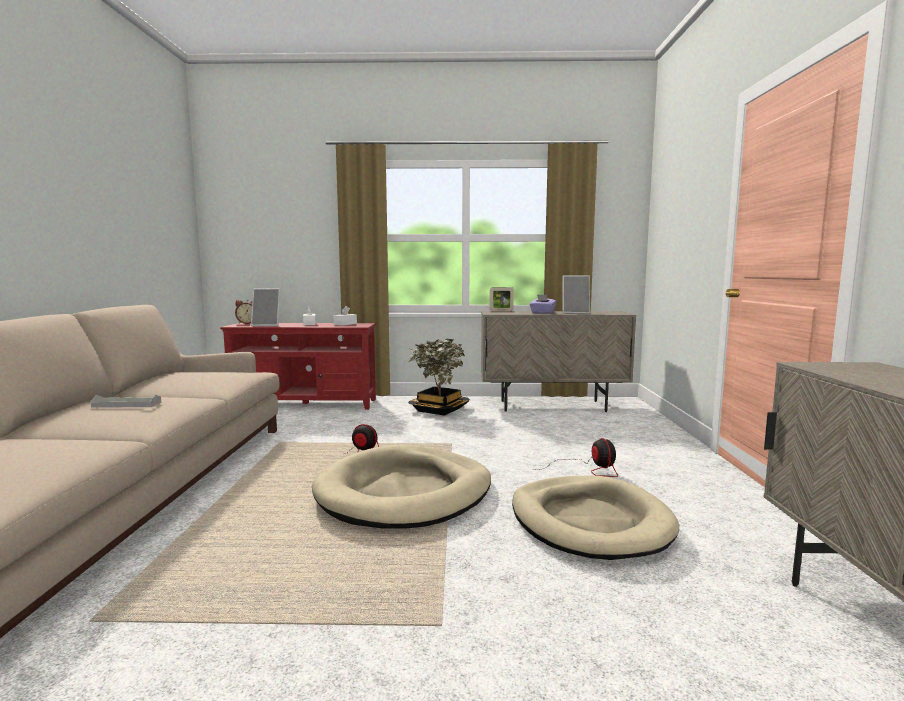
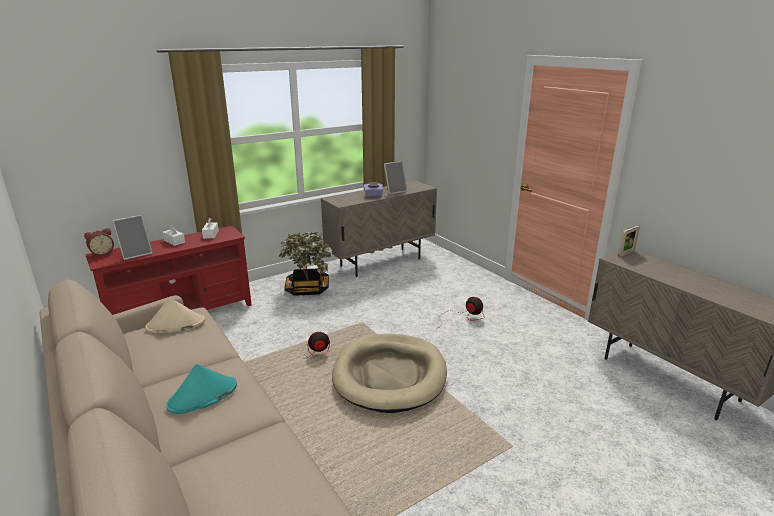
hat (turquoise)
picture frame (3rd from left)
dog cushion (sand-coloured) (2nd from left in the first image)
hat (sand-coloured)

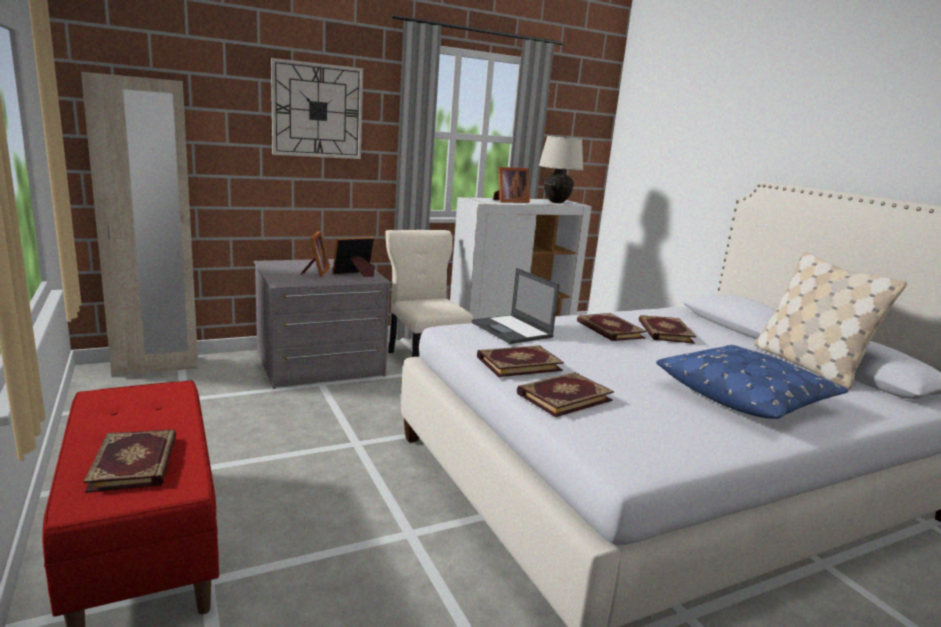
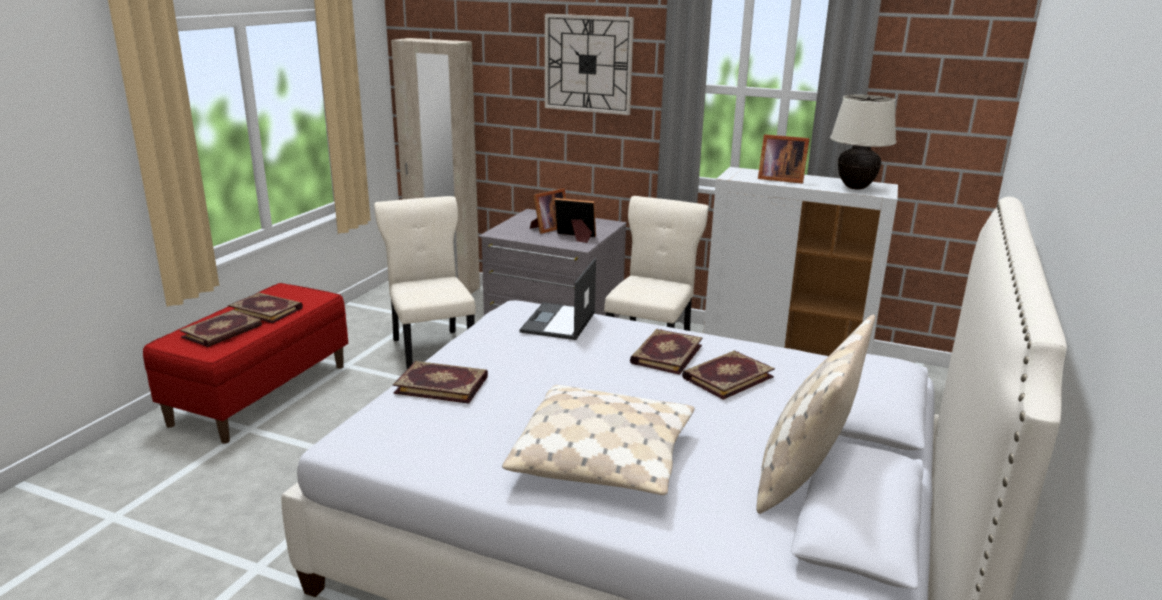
volume (2nd from left)
throw pillow (sand-coloured) (1st from left)
chair (sand-coloured) (1st from left)

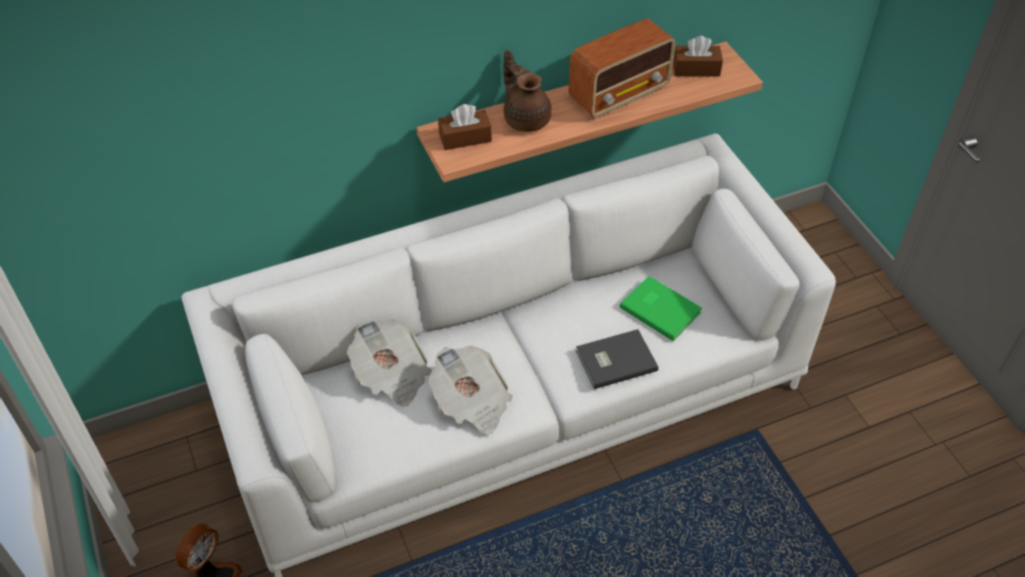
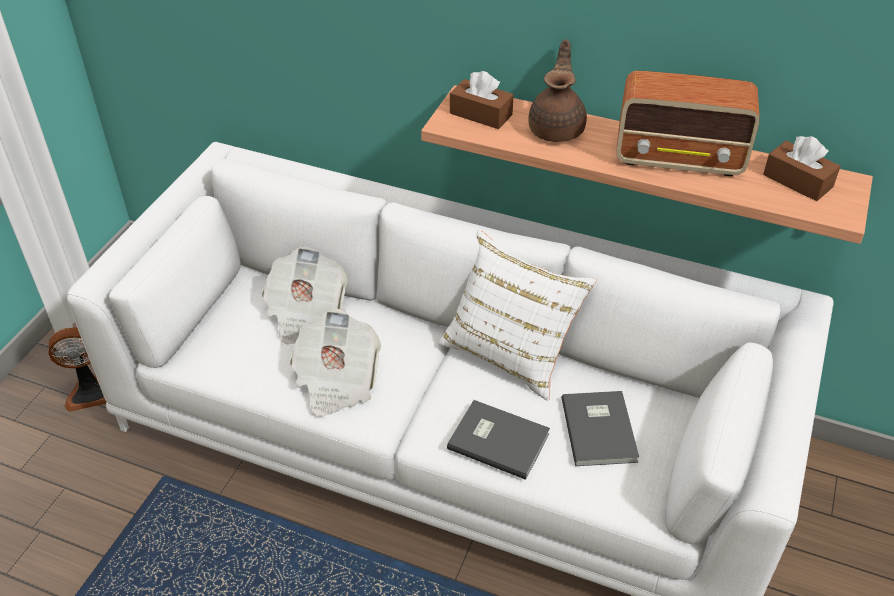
volume (grey) (2nd from left)
throw pillow (white)

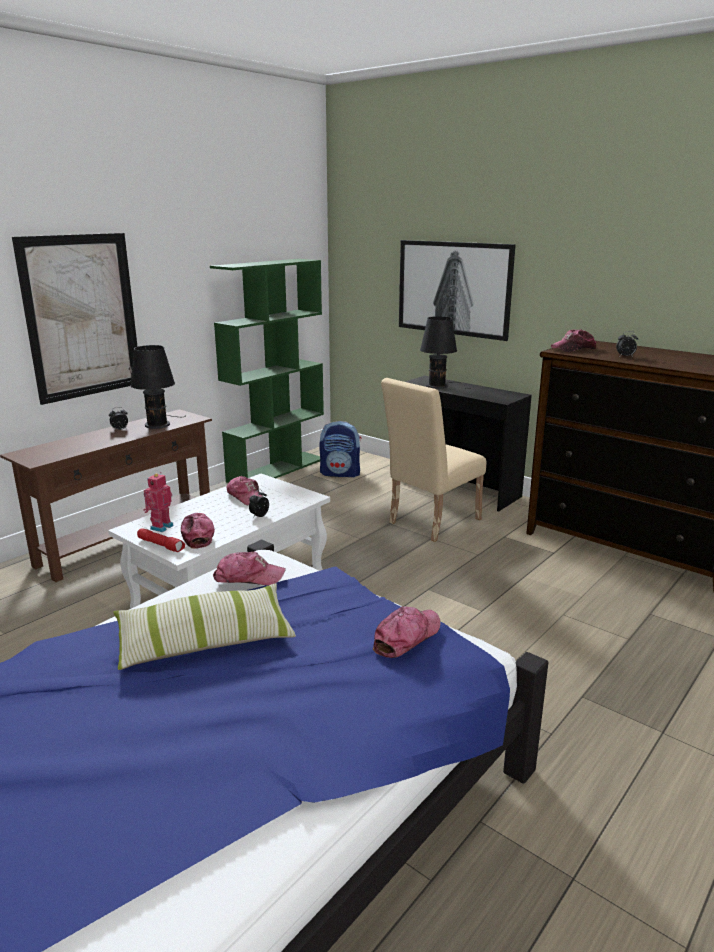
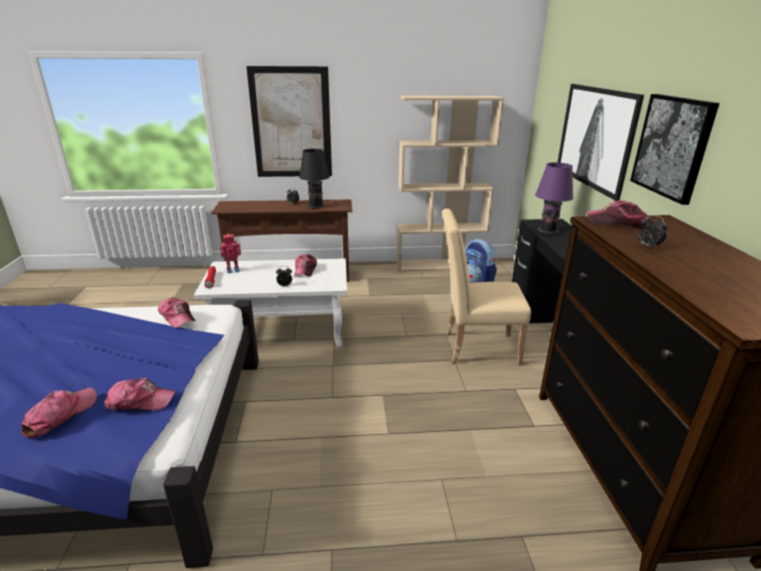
throw pillow
baseball cap (1st from left)
bookcase (sand-coloured)
lamp for a table (purplish)
wall picture (3rd from left)

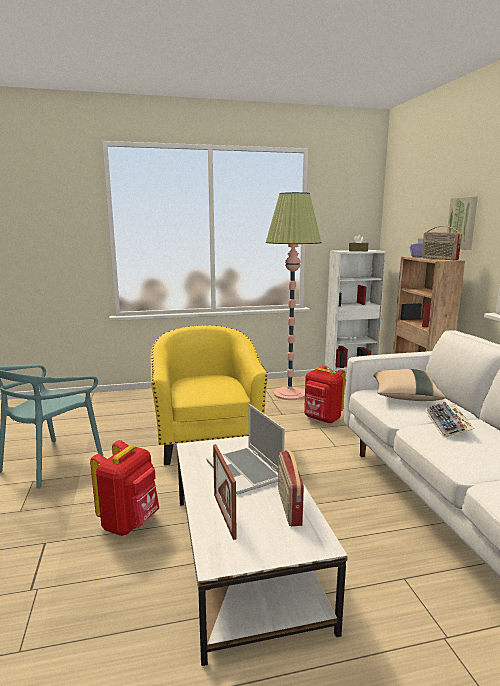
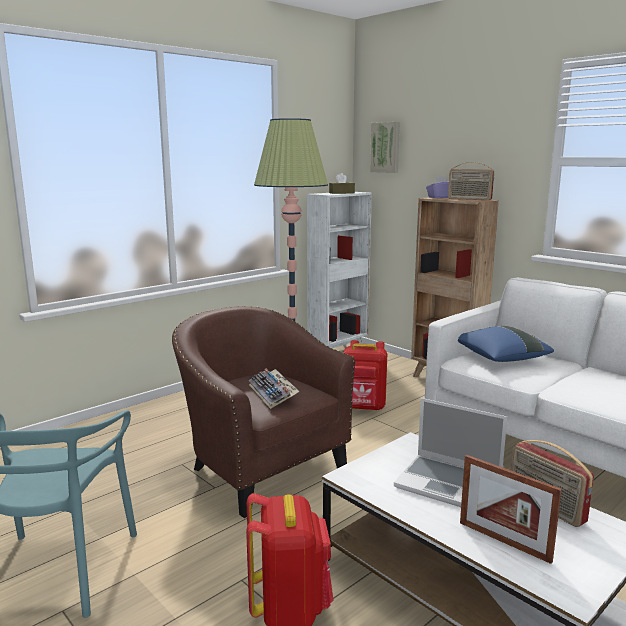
lounge chair (brown)
throw pillow (bluish)
computer keyboard
wall picture

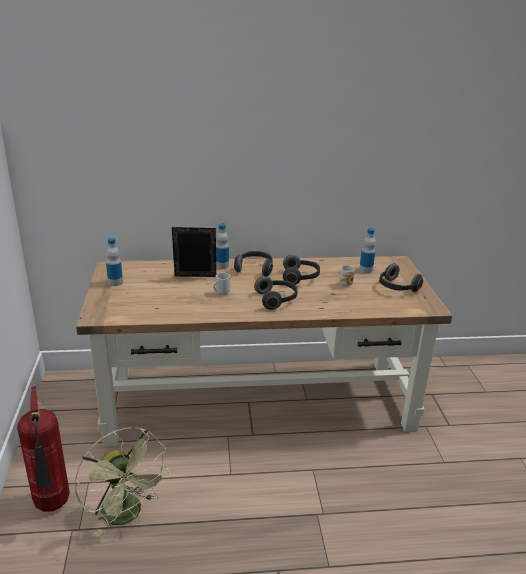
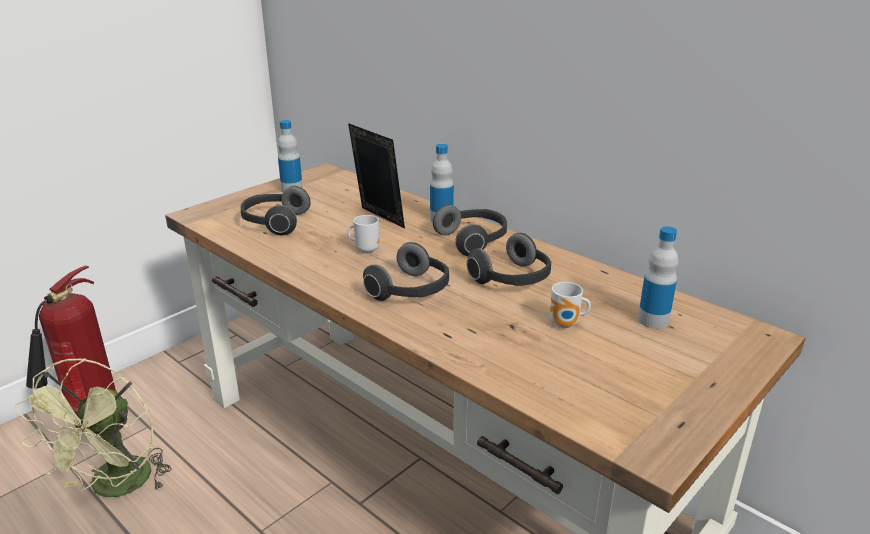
pair of headphones (1st from left)

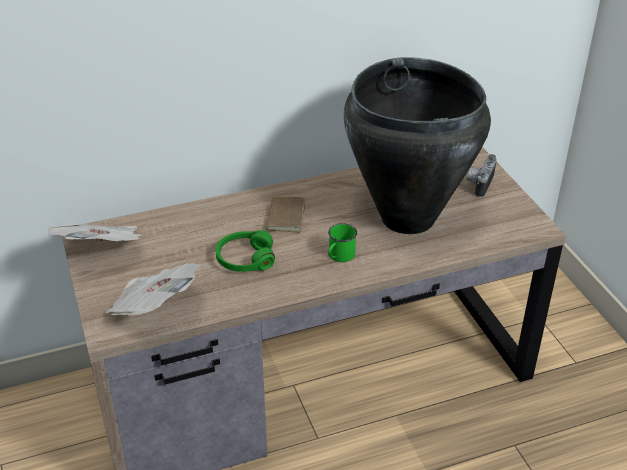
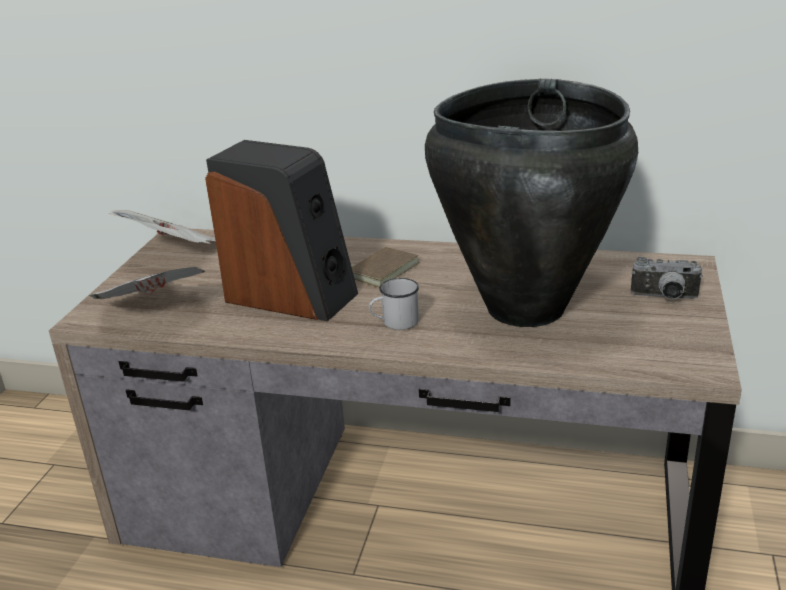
loudspeaker
tea mug (white)
still camera

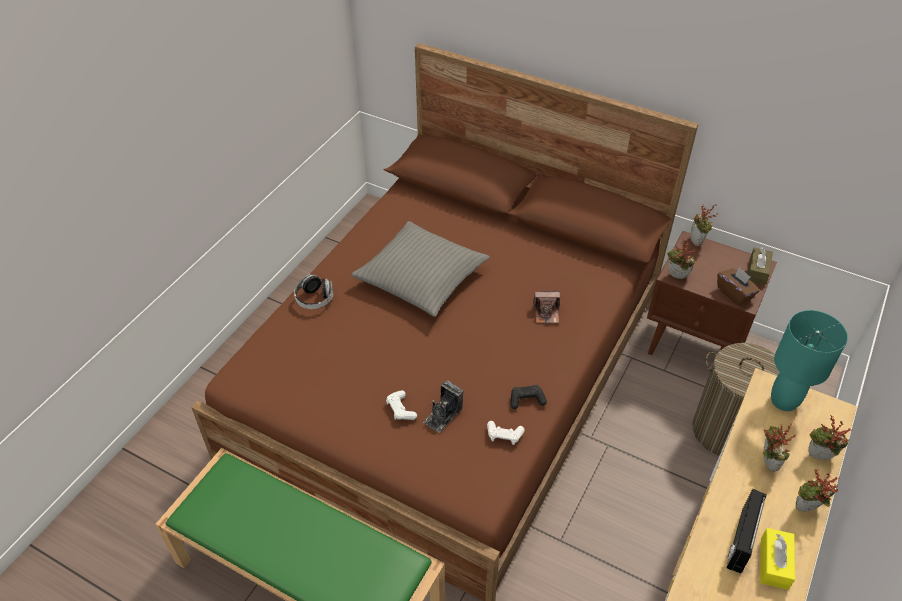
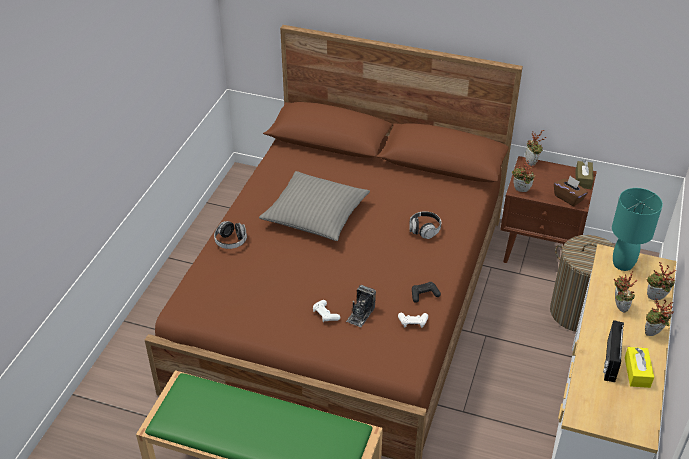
pair of headphones (2nd from left)

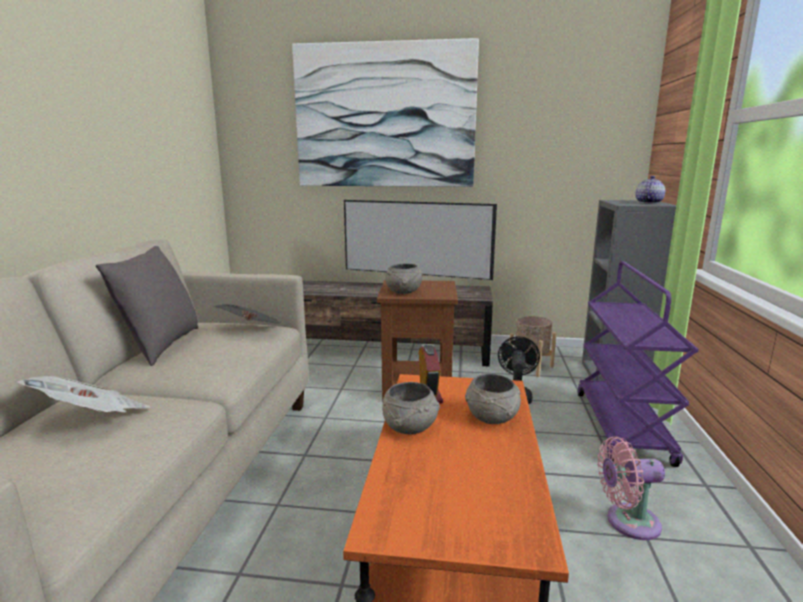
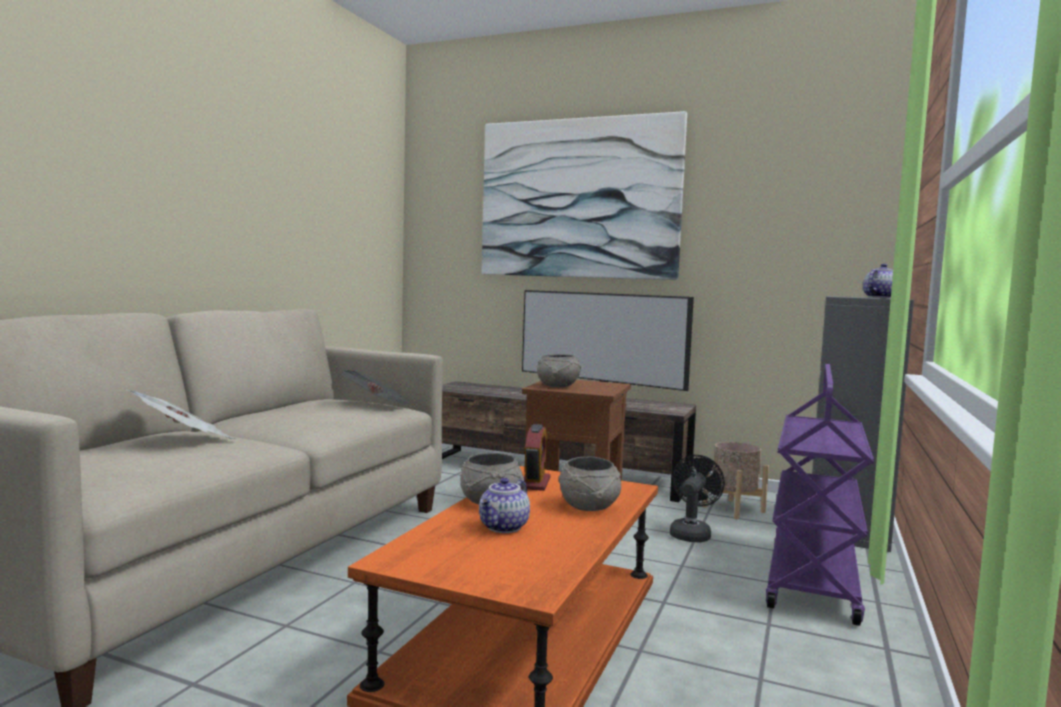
throw pillow (grey)
fan (pinkish)
pot for tea (1st from left)

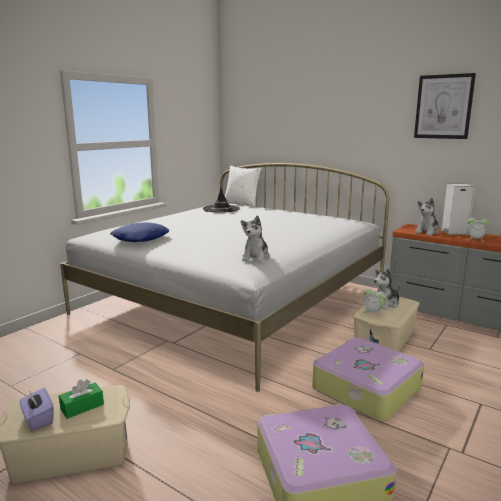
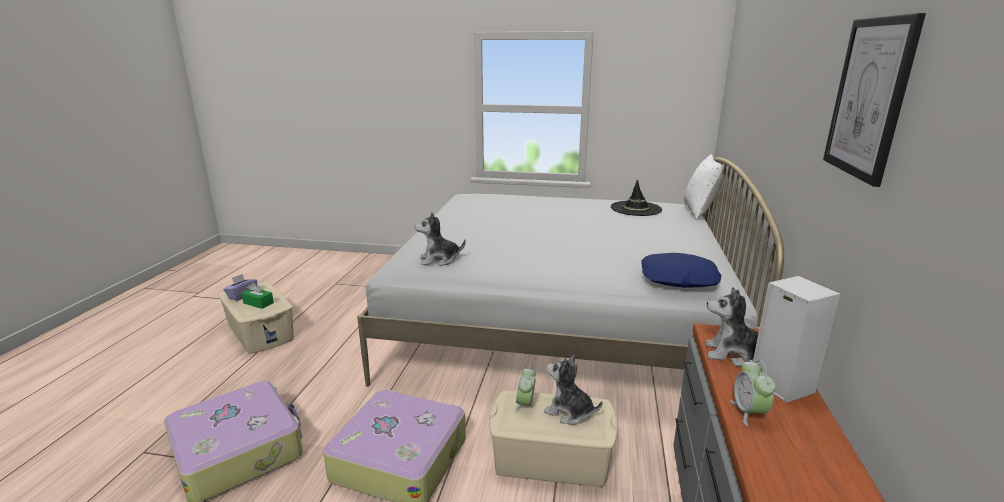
throw pillow (bluish)

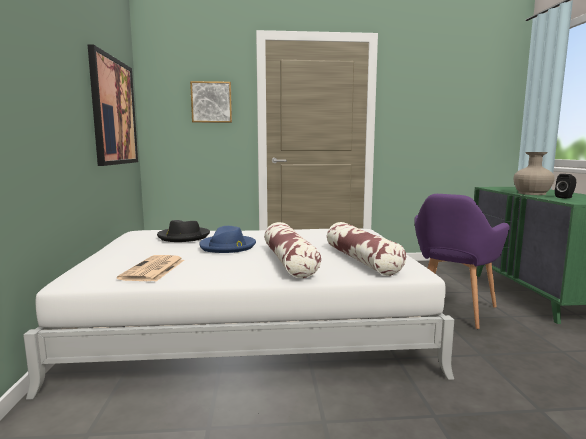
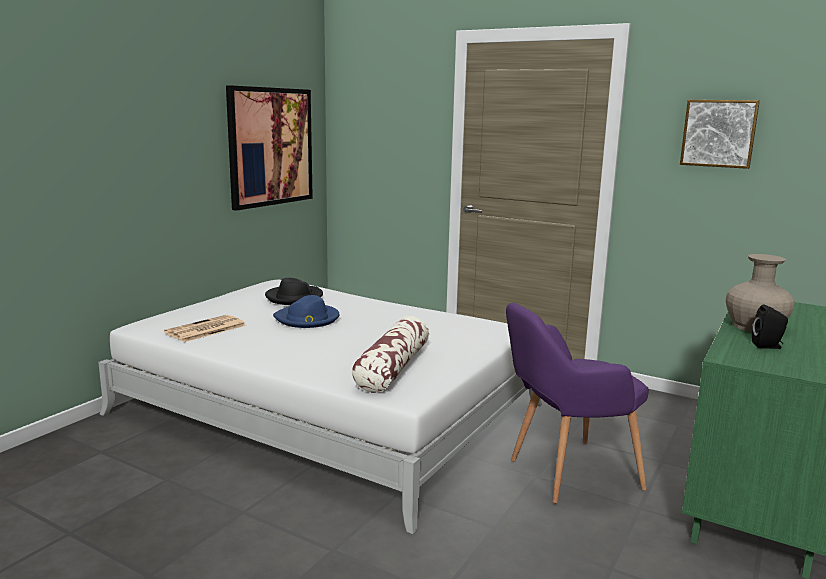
wall picture (2nd from left)
throw pillow (1st from left in the first image)

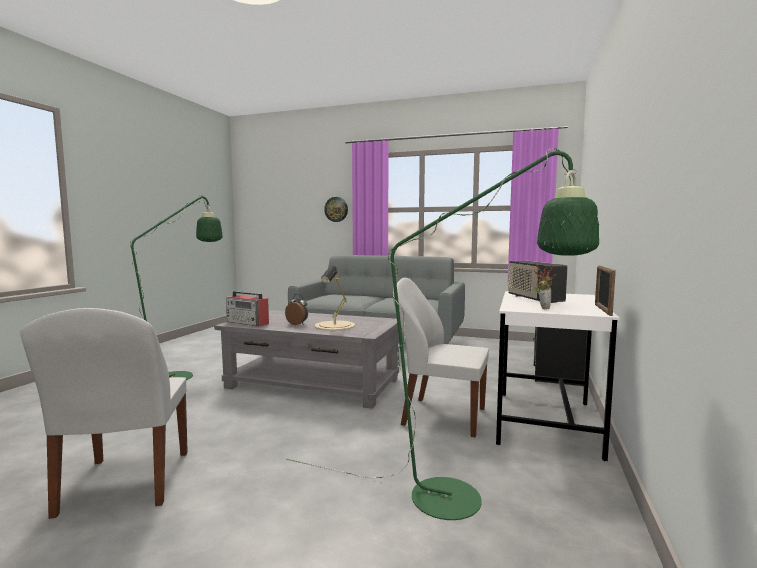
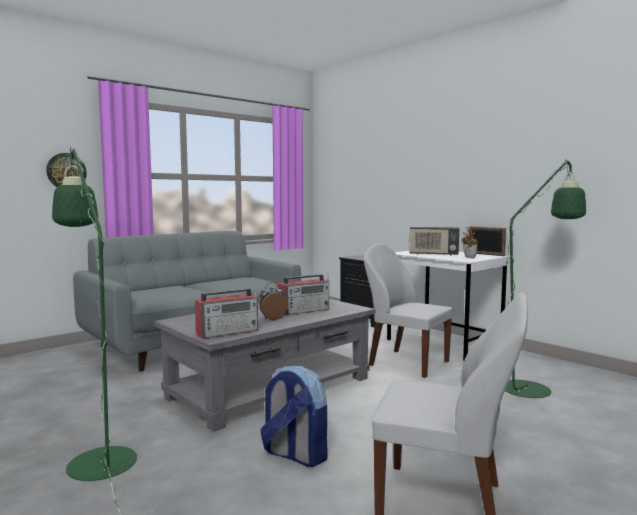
radio receiver (2nd from left)
chair (white) (1st from left)
knapsack

